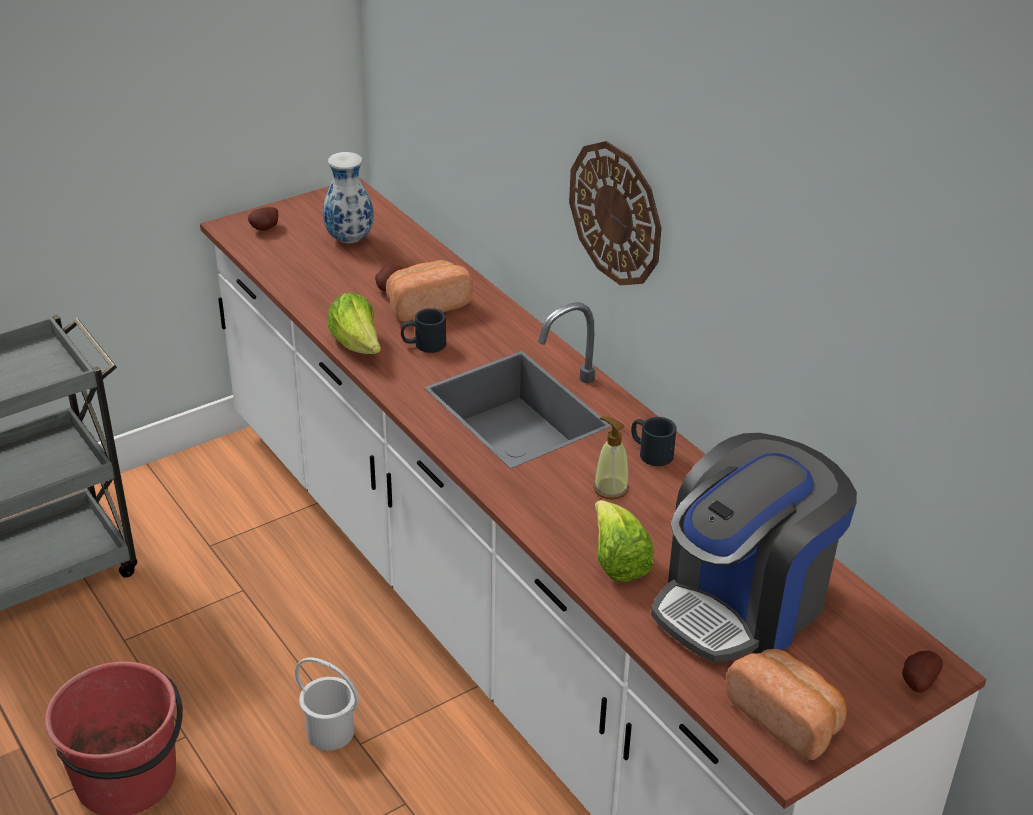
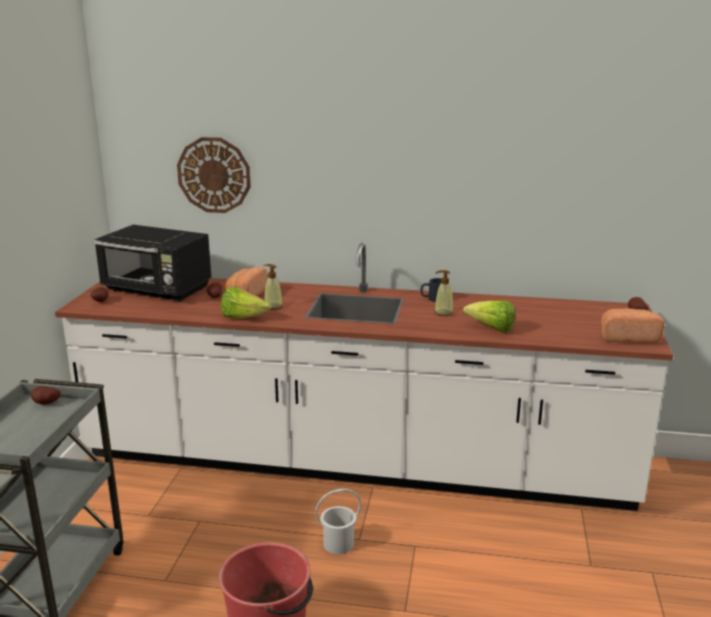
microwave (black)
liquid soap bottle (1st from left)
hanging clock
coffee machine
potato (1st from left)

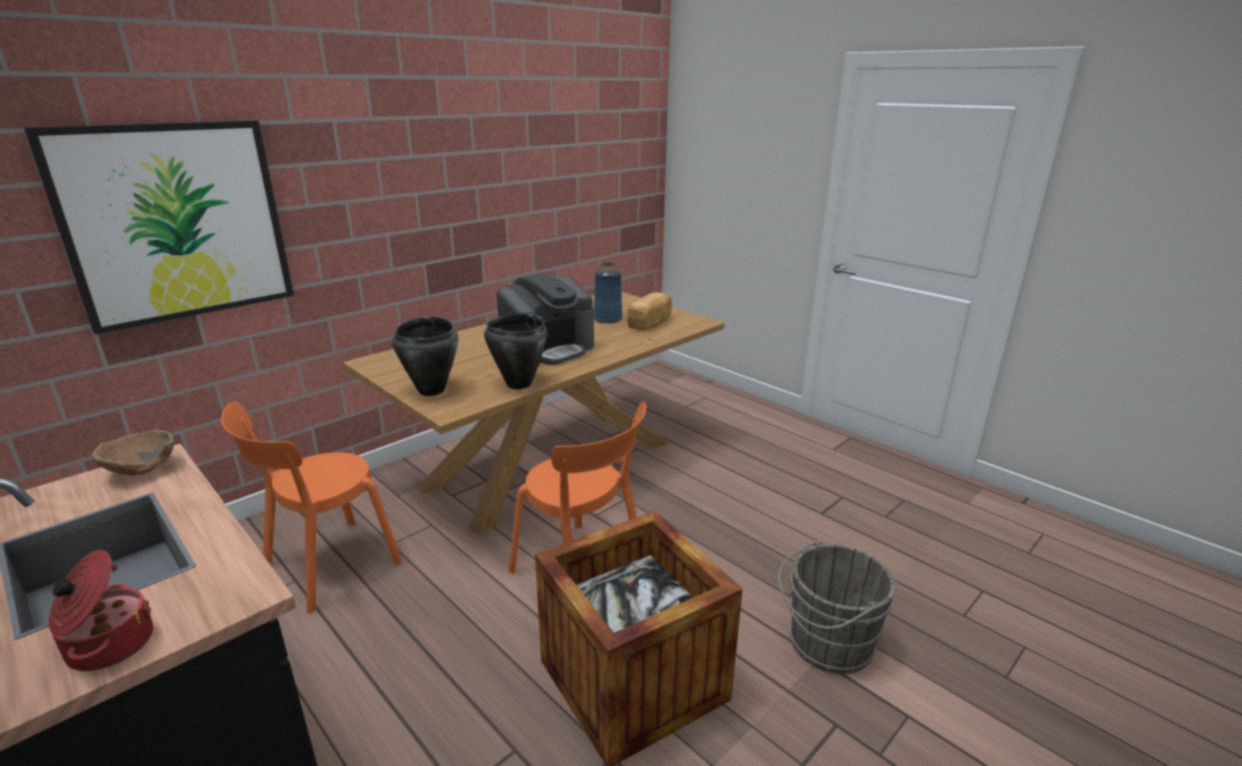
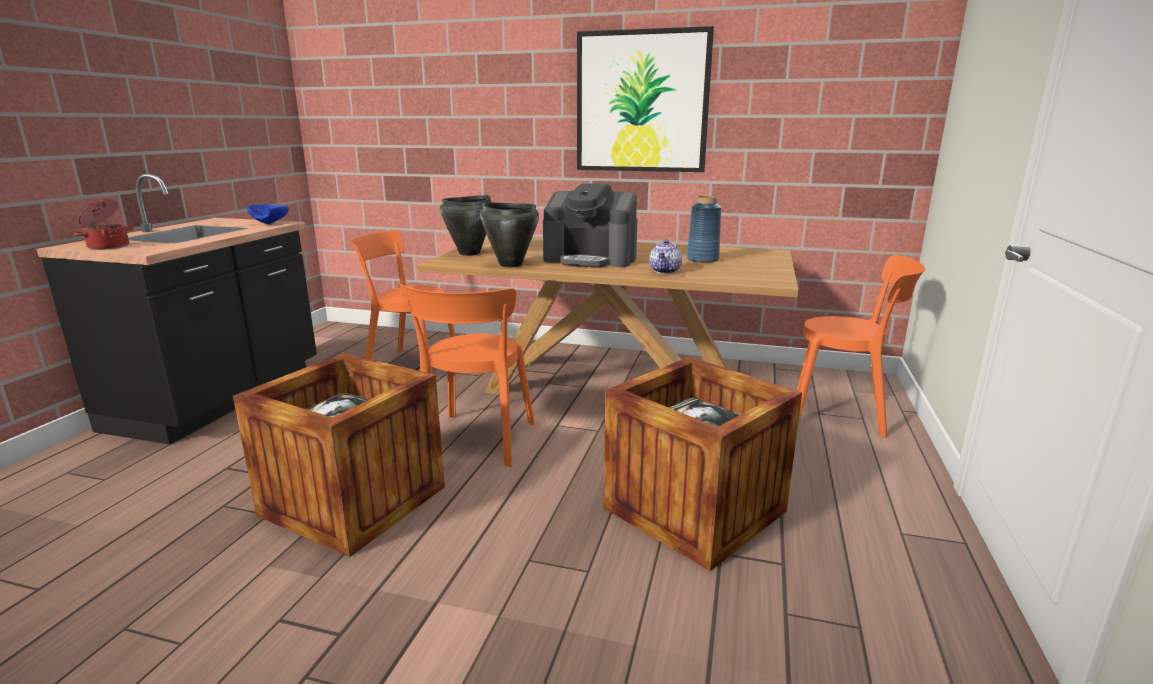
wall picture
serving bowl (bluish)
bakery bread
pail (grey)
packing crate (2nd from left)
pot for tea
chair (orange) (3rd from left)

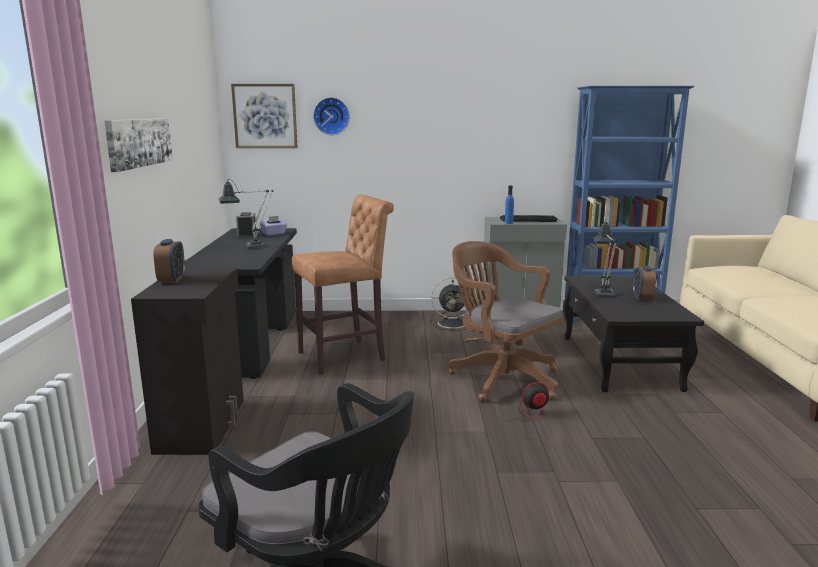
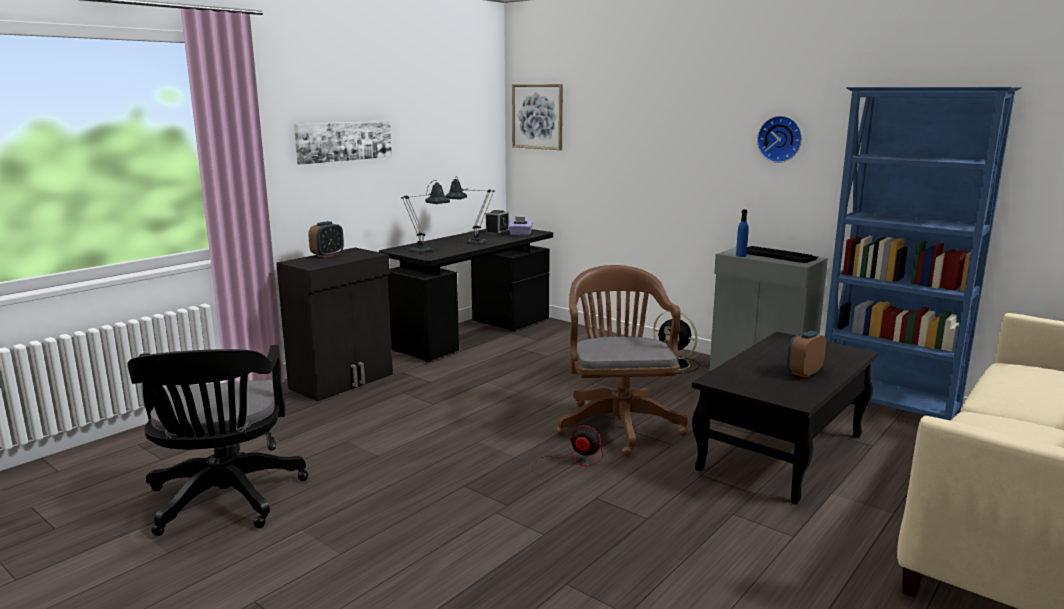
stool seat (brown)
hanging clock
lamp for a table (1st from left)

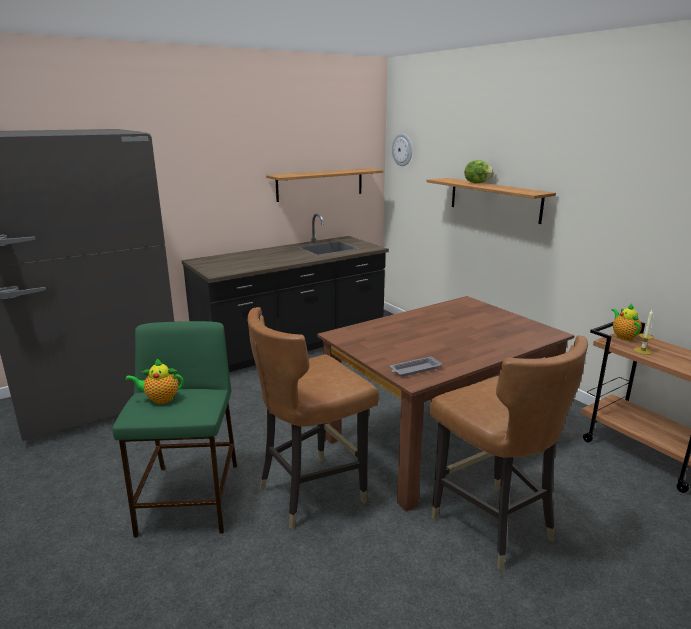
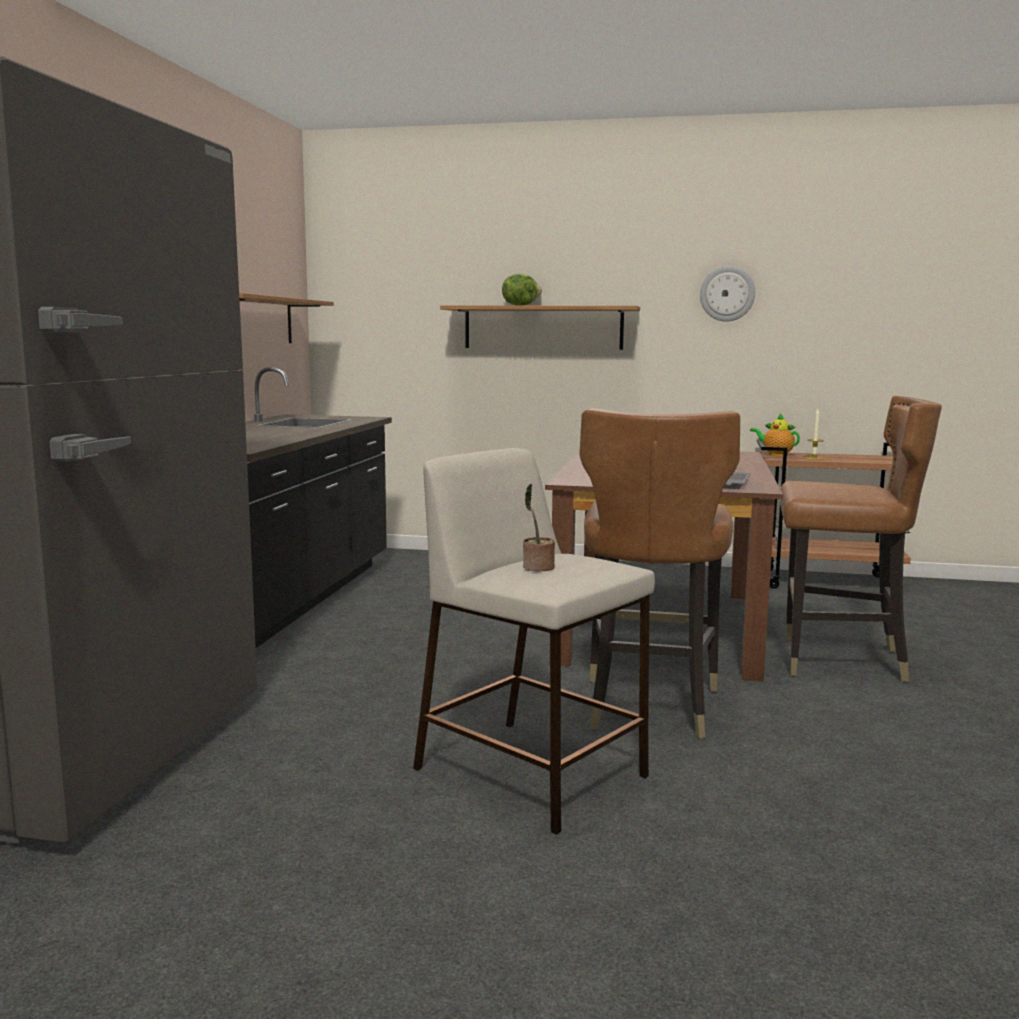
stool seat (sand-coloured)
potted plant
hanging clock

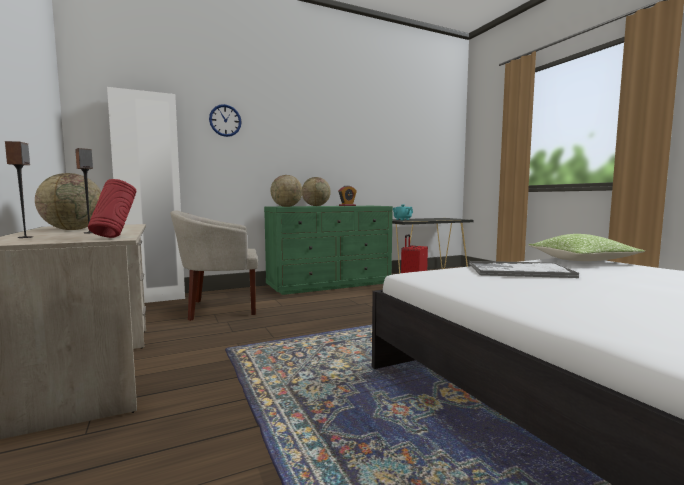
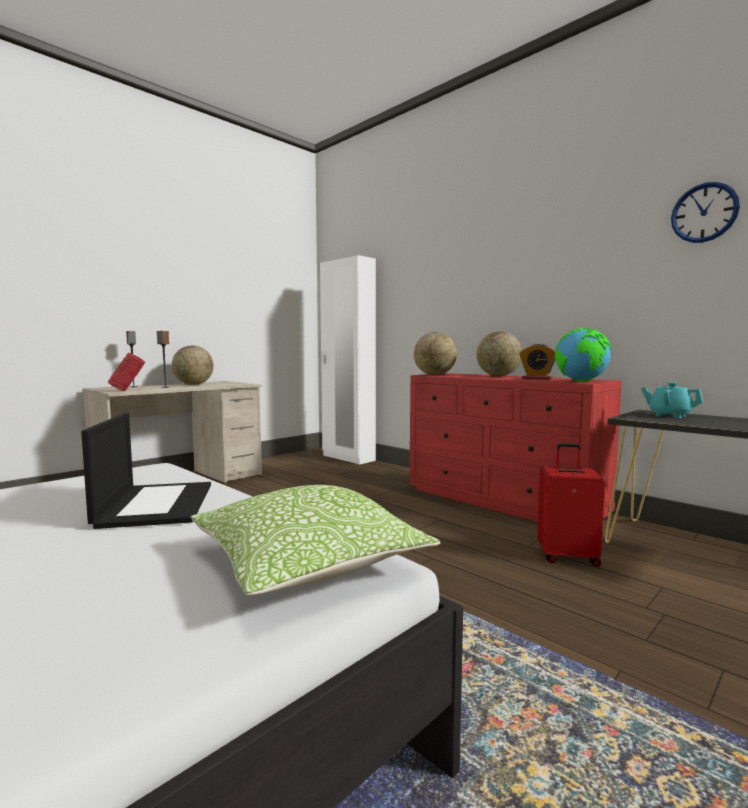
lounge chair (sand-coloured)
hanging clock
chest of drawers (red-coloured)
notebook computer
globe (4th from left)

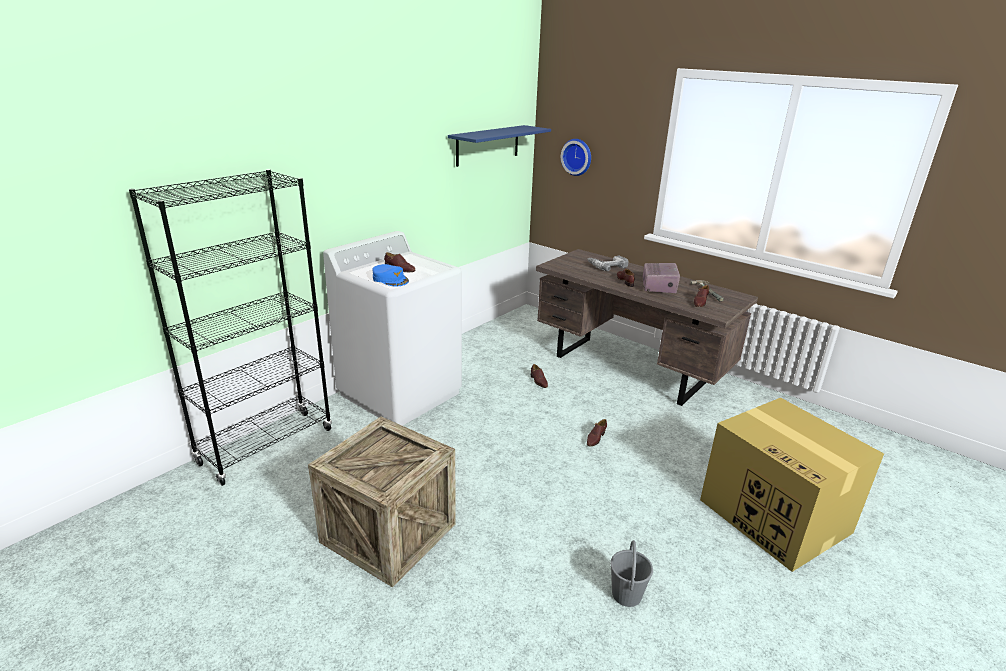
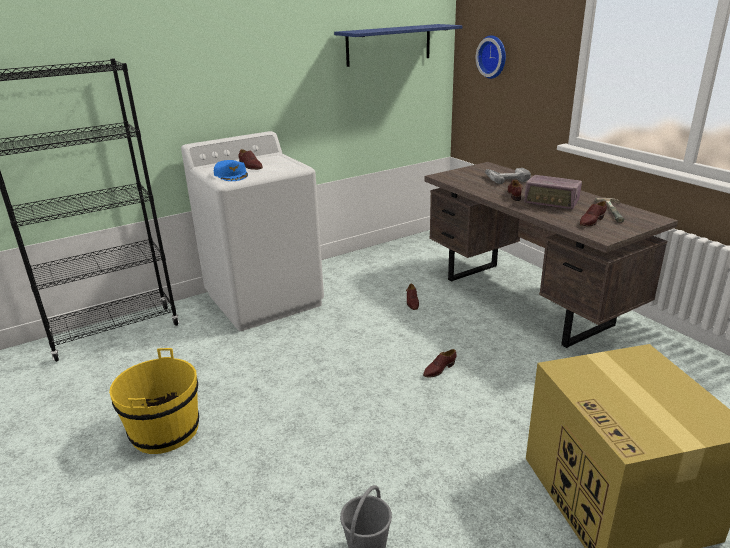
pail (yellow)
radio receiver

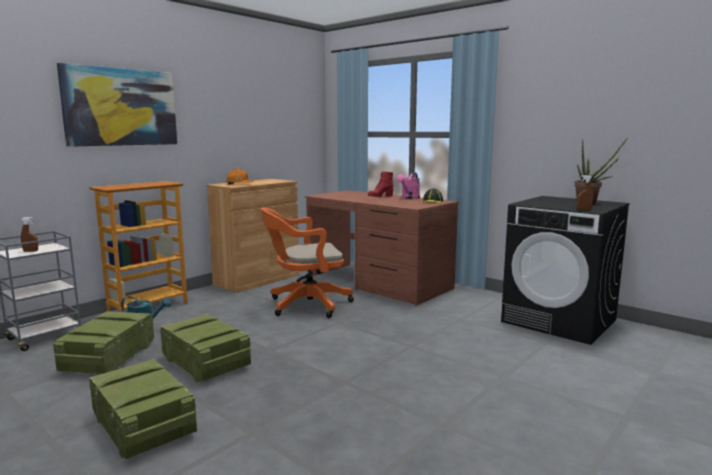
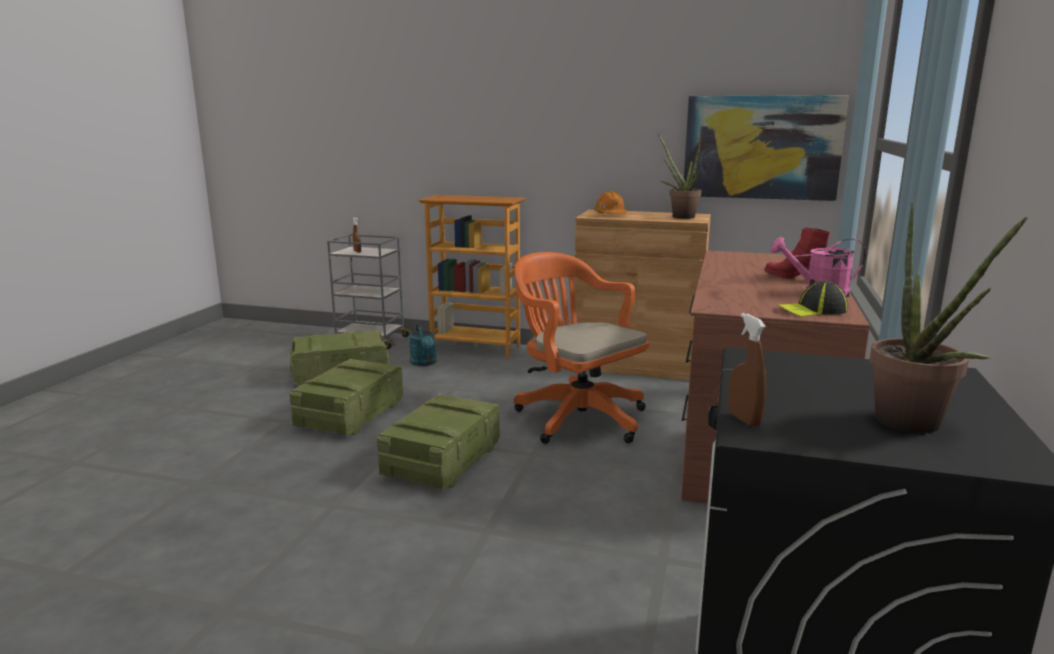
wall picture
packing crate (3rd from left)
potted plant (1st from left)

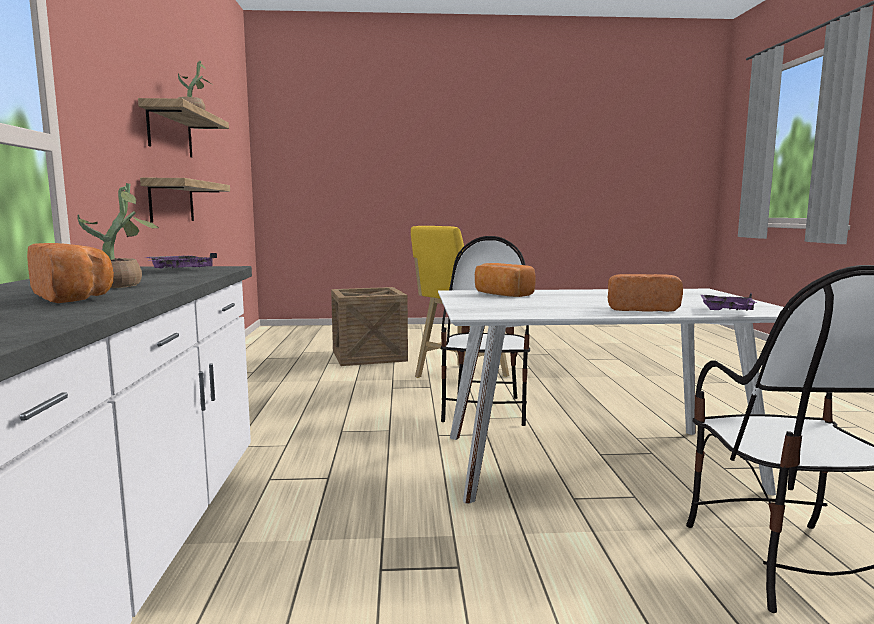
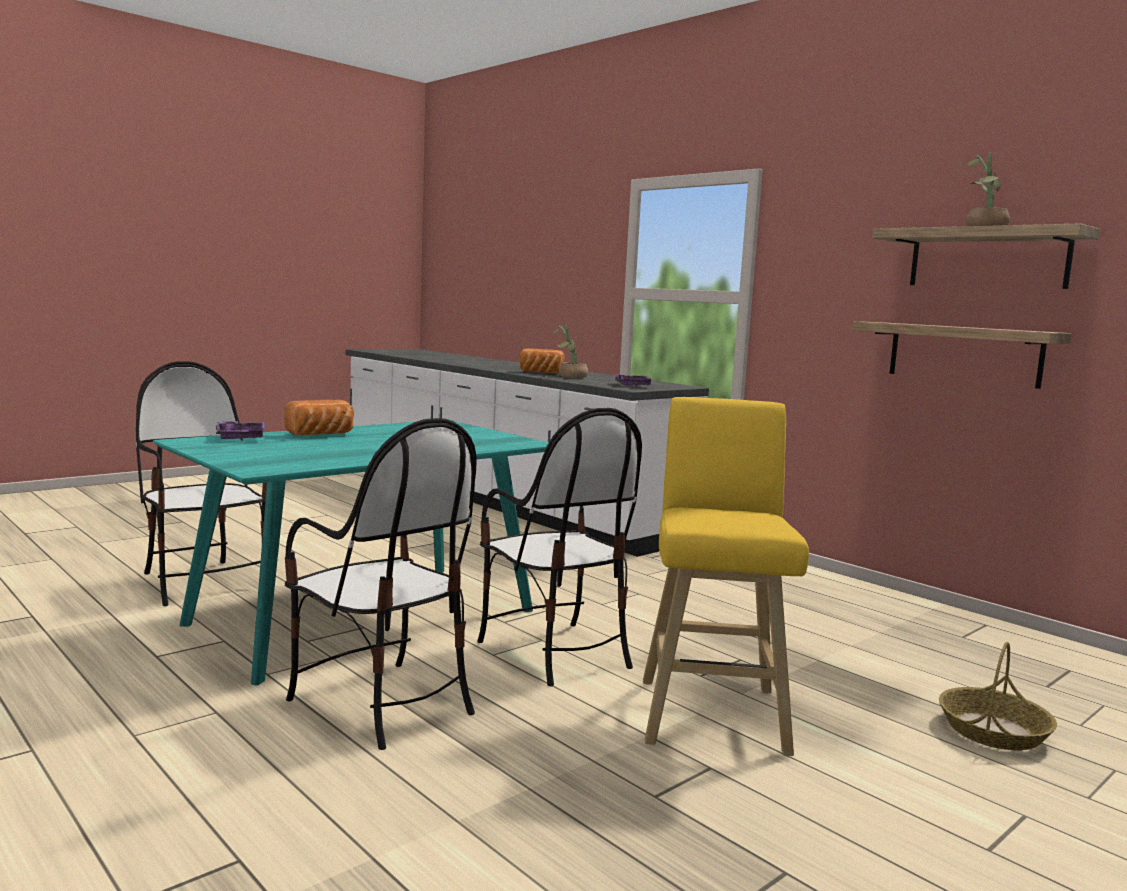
storage basket
dining table (turquoise)
bakery bread (2nd from left in the first image)
chair (2nd from left)

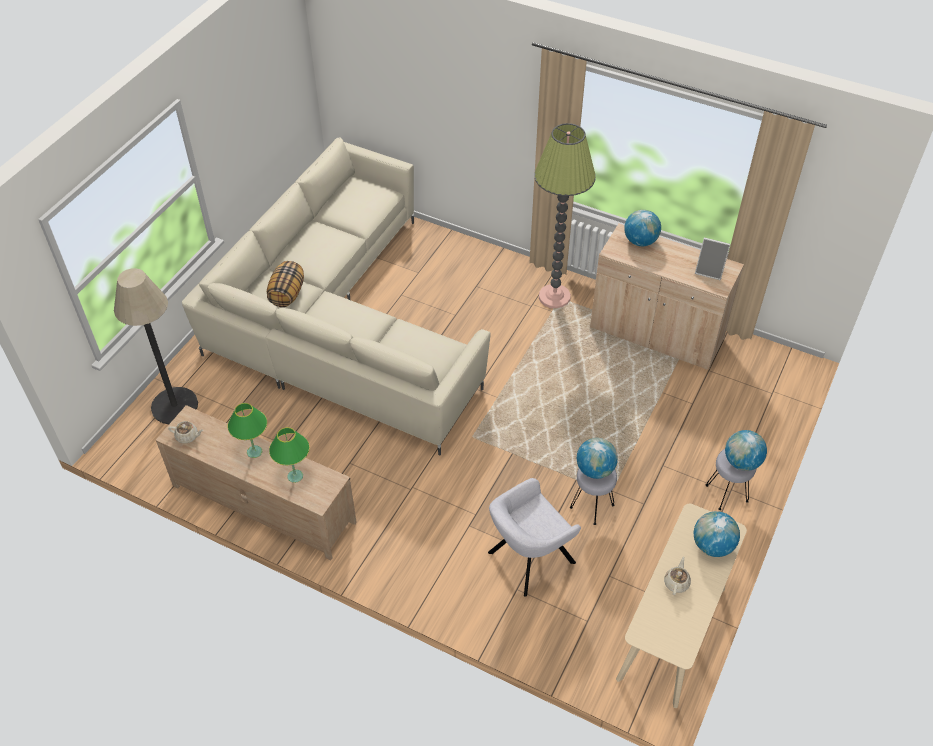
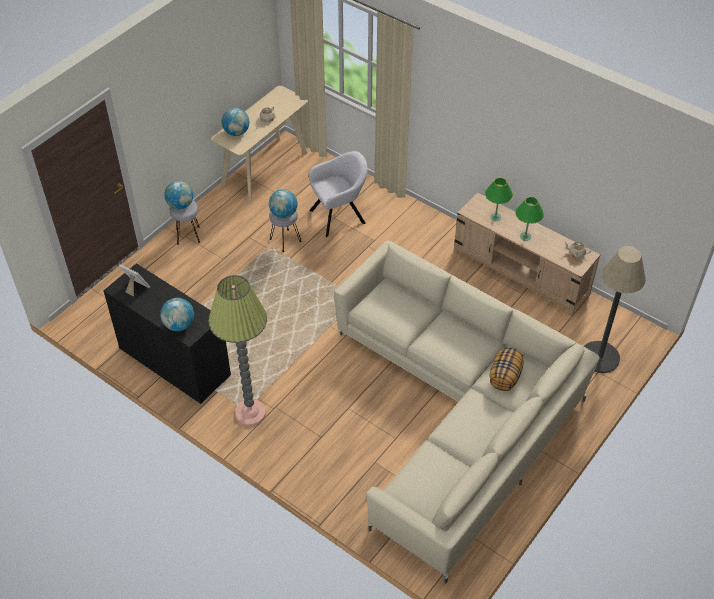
cabinet (black)

